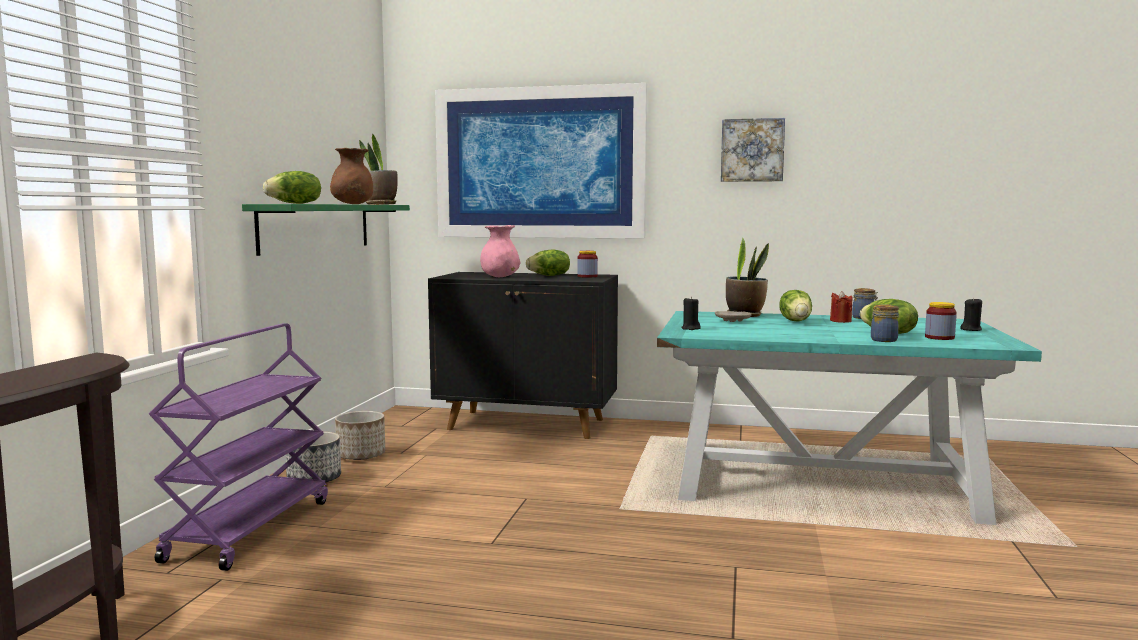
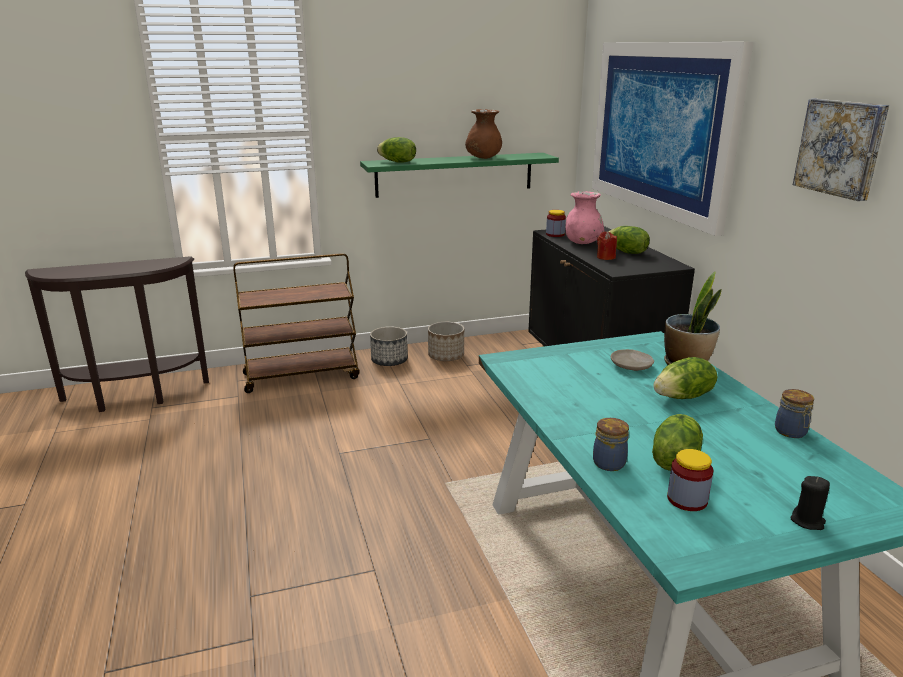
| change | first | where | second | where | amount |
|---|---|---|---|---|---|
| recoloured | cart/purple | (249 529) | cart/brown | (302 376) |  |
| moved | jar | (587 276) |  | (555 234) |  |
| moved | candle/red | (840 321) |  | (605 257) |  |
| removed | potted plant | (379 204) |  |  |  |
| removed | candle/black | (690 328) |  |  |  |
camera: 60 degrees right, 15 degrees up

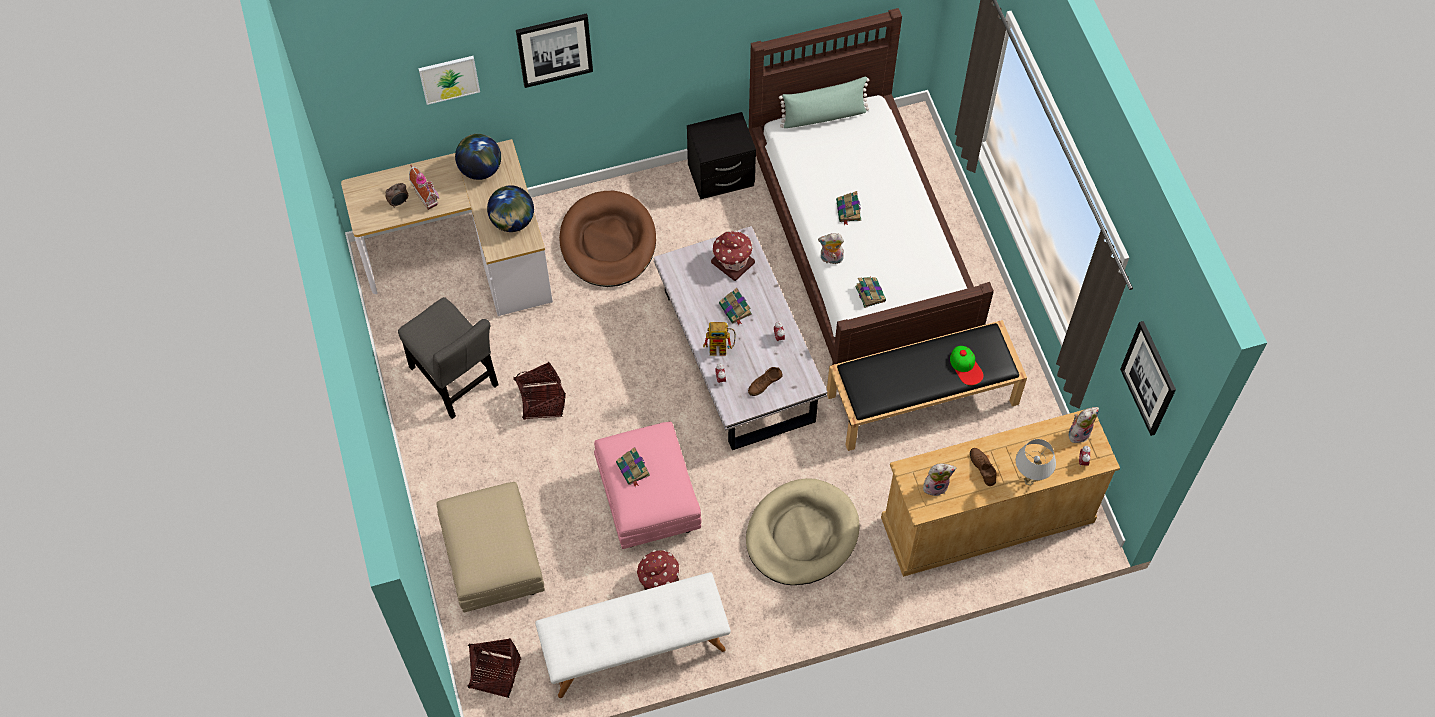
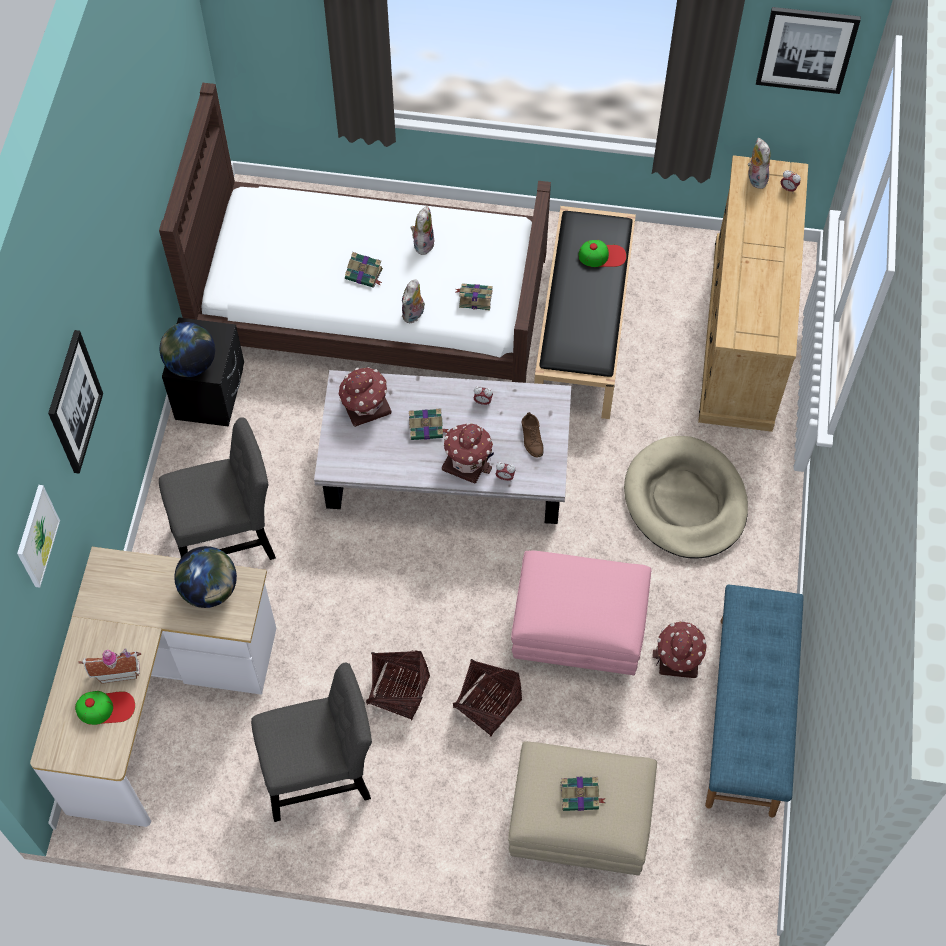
| change | first | where | second | where | amount |
|---|---|---|---|---|---|
| replaced | alarm clock | (399 202) | cap | (106 708) |  |
| replaced | dog bed/brown | (608 242) | chair/grey | (229 540) |  |
| moved | globe | (480 169) |  | (191 364) |  |
| moved | plush toy | (936 485) |  | (422 243) |  |
| replaced | toy robot | (722 348) | toy house | (467 460) |  |
| moved | basket | (494 673) |  | (486 704) |  |
| moved | book | (633 469) |  | (580 795) |  |
| recoloured | bench/white | (635 649) | bench/blue | (748 715) |  |
| removed | pillow/green | (824 116) |  |  |  |
| removed | shoe/brown | (982 467) |  |  |  |
| removed | table lamp/white | (1029 481) |  |  |  |
camera: 65 degrees left, 0 degrees up

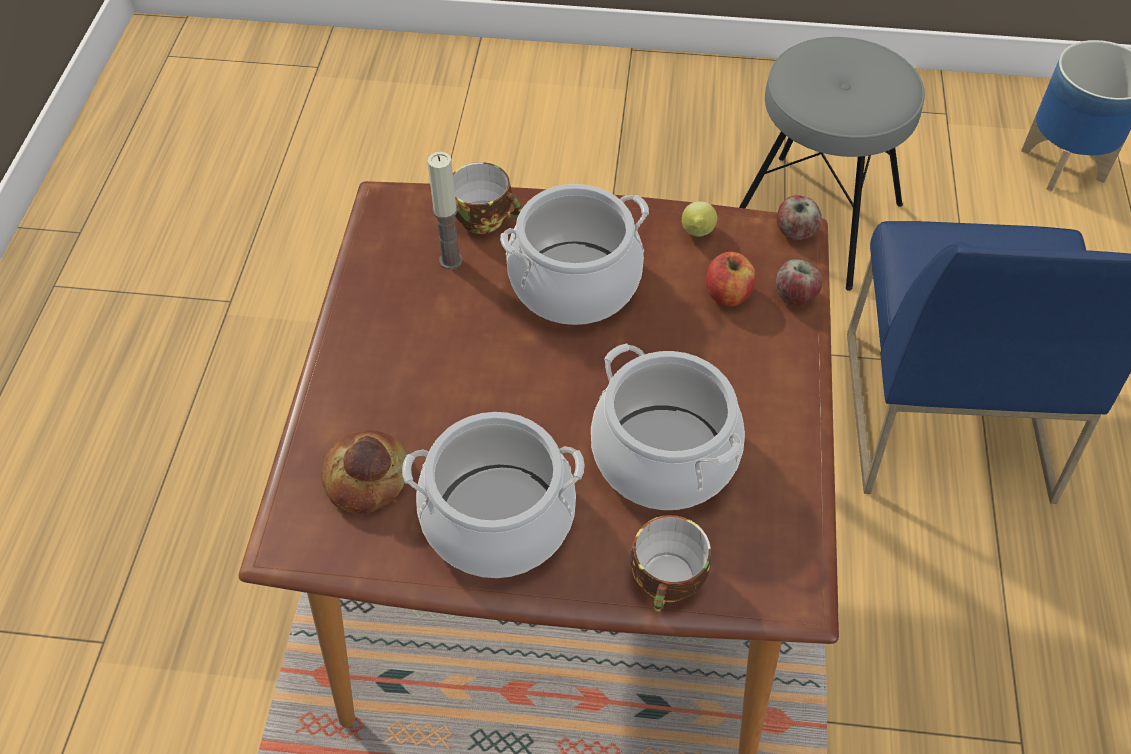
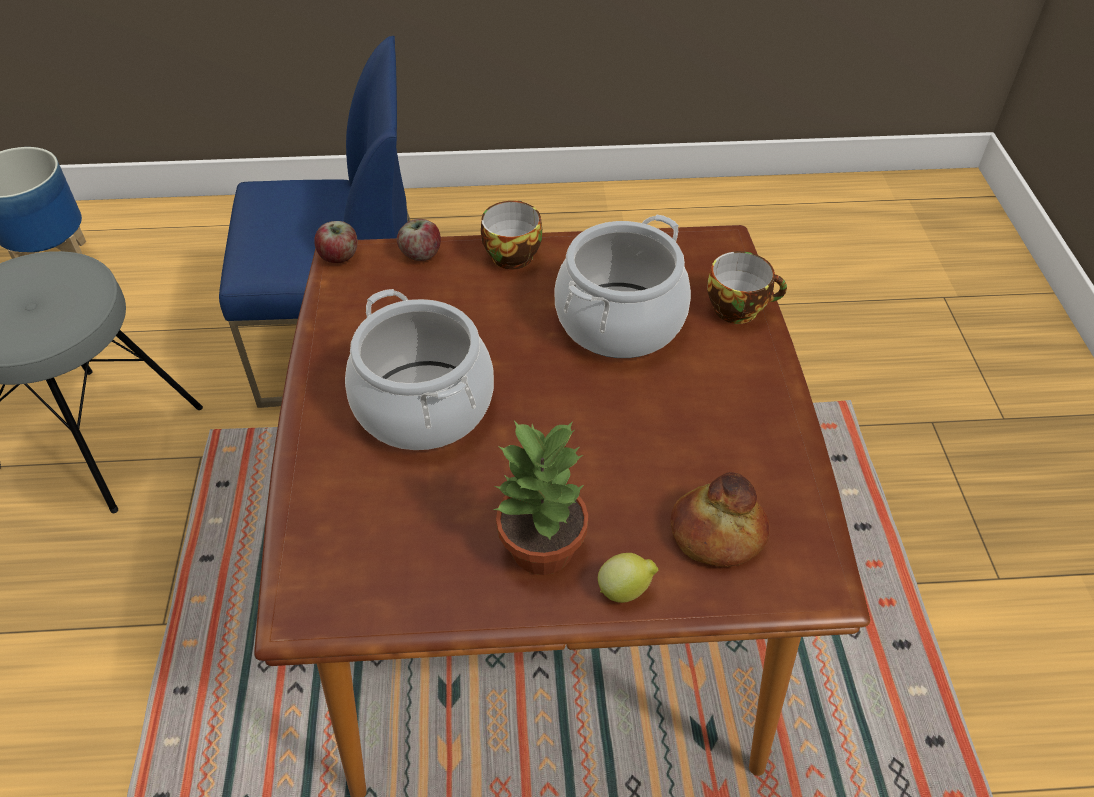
| change | first | where | second | where | amount |
|---|---|---|---|---|---|
| moved | cup | (485 218) |  | (511 254) |  |
| added |  |  | potted plant | (543 549) |  |
| moved | lemon | (697 234) |  | (625 590) |  |
| removed | cooking pot | (498 520) |  |  |  |
| removed | candle | (450 260) |  |  |  |
| removed | apple | (728 294) |  |  |  |
camera: 100 degrees left, 5 degrees down

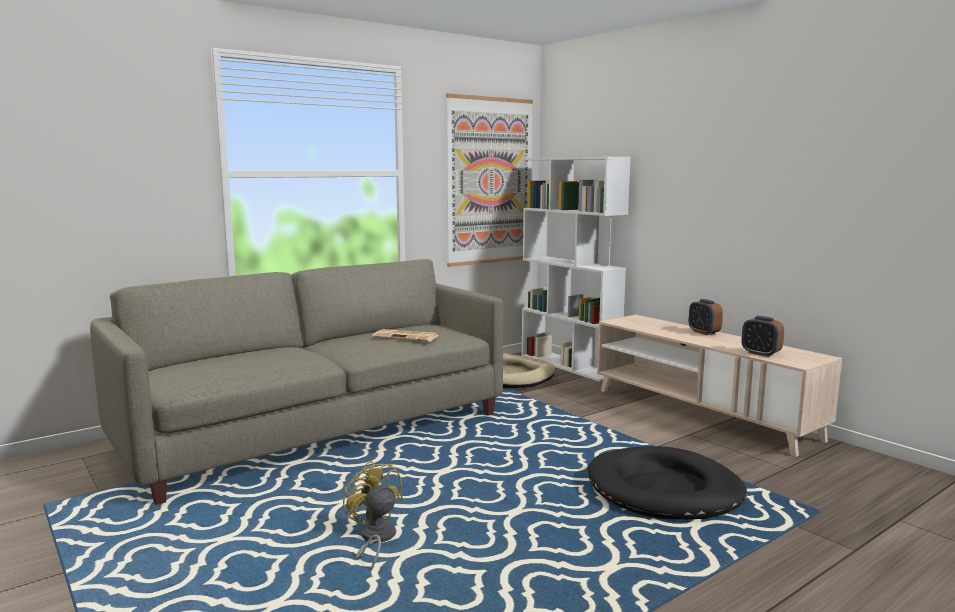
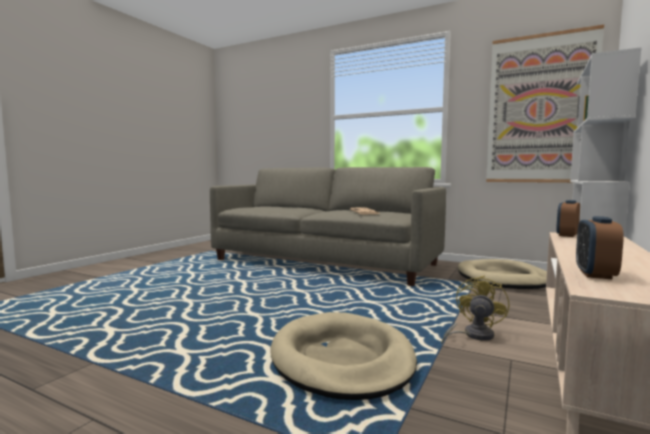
| change | first | where | second | where | amount |
|---|---|---|---|---|---|
| recoloured | dog bed/black | (664 490) | dog bed/beige | (341 359) |  |
| moved | fan/yellow | (374 539) |  | (473 335) |  |
| moved | alarm clock | (704 332) |  | (567 235) |  |
camera: 65 degrees right, 5 degrees down

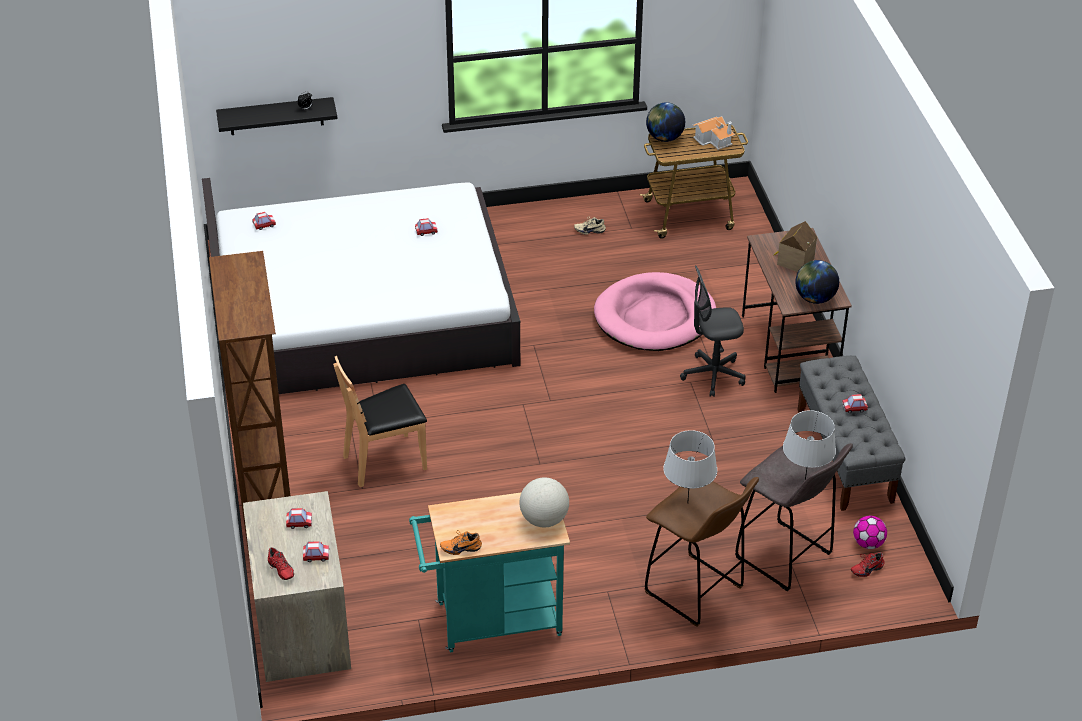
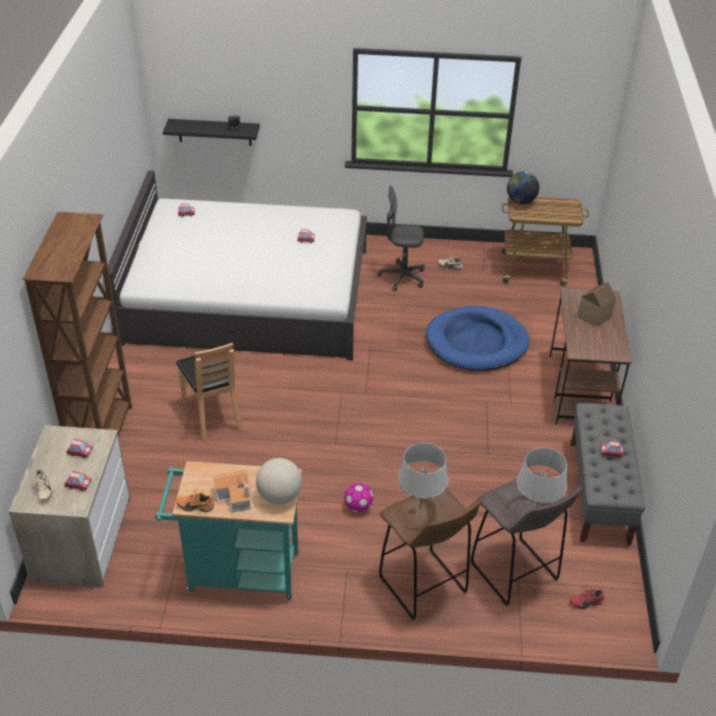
| change | first | where | second | where | amount |
|---|---|---|---|---|---|
| recoloured | shoe/red | (280 570) | shoe/beige | (42 491) |  |
| turned | chair/brown | (385 461) |  | (213 415) | 105 degrees counterclockwise |
| moved | toy house | (714 139) |  | (236 496) |  |
| moved | football | (868 543) |  | (358 507) |  |
| moved | office chair/grey | (713 375) |  | (402 277) |  |
| recoloured | dog bed/pink | (655 317) | dog bed/blue | (476 343) |  |
| removed | globe | (814 298) |  |  |  |
camera: 15 degrees right, 0 degrees up

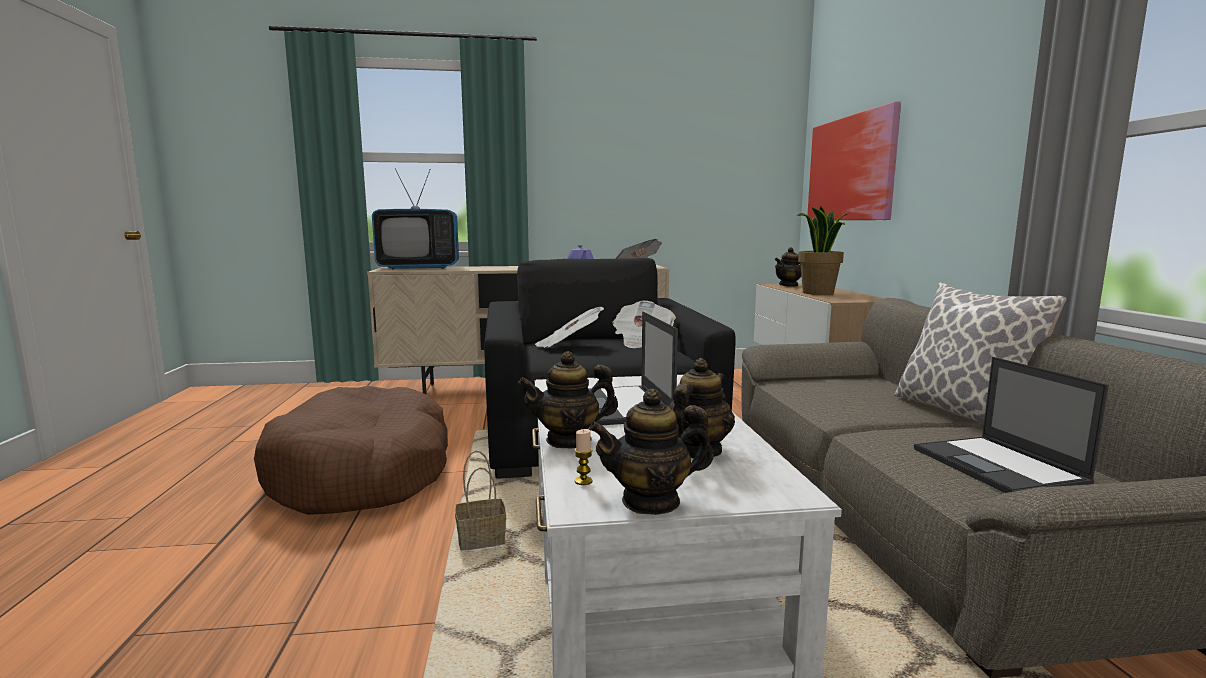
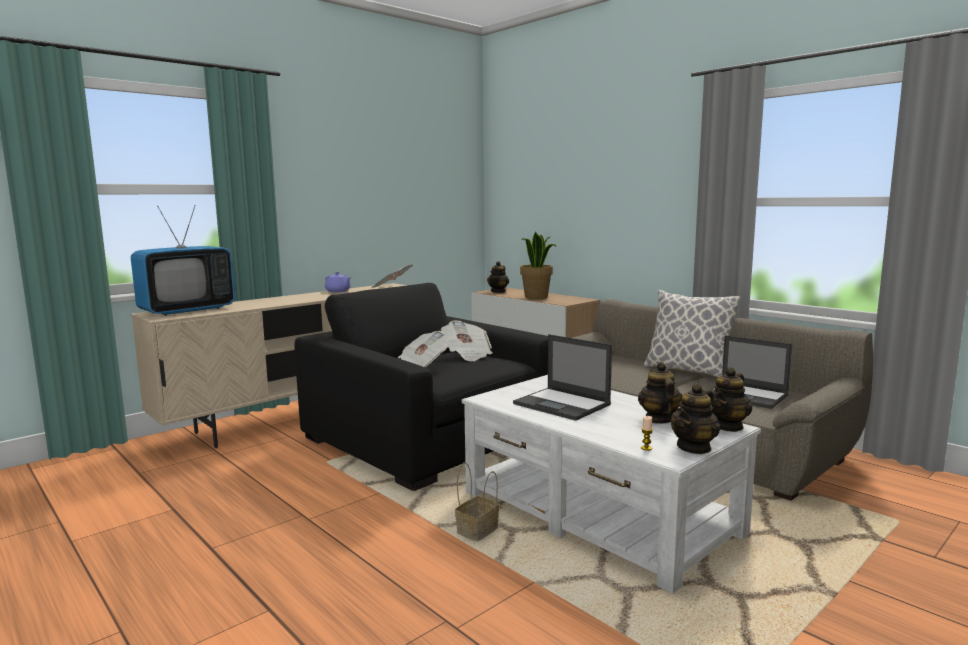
| change | first | where | second | where | amount |
|---|---|---|---|---|---|
| moved | teapot | (569 440) |  | (727 426) |  |
| removed | dog bed/brown | (363 473) |  |  |  |
| removed | picture | (851 169) |  |  |  |
camera: 35 degrees left, 0 degrees up

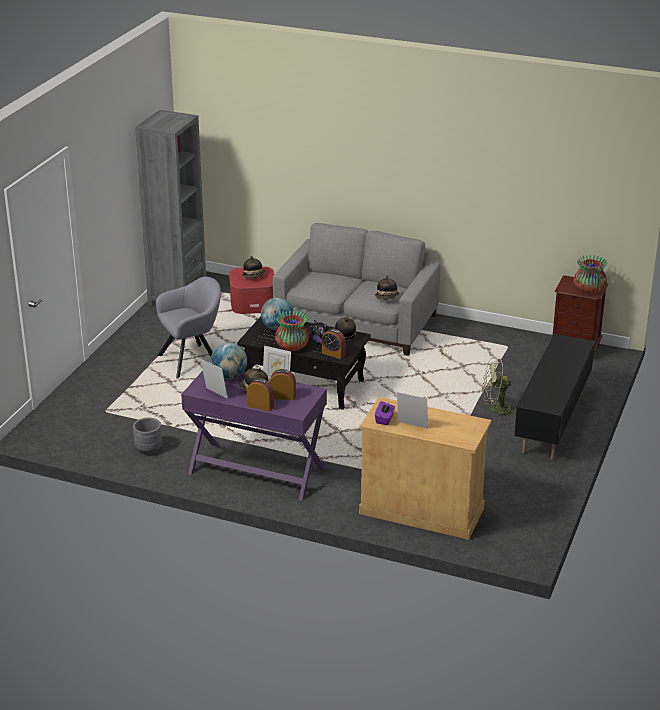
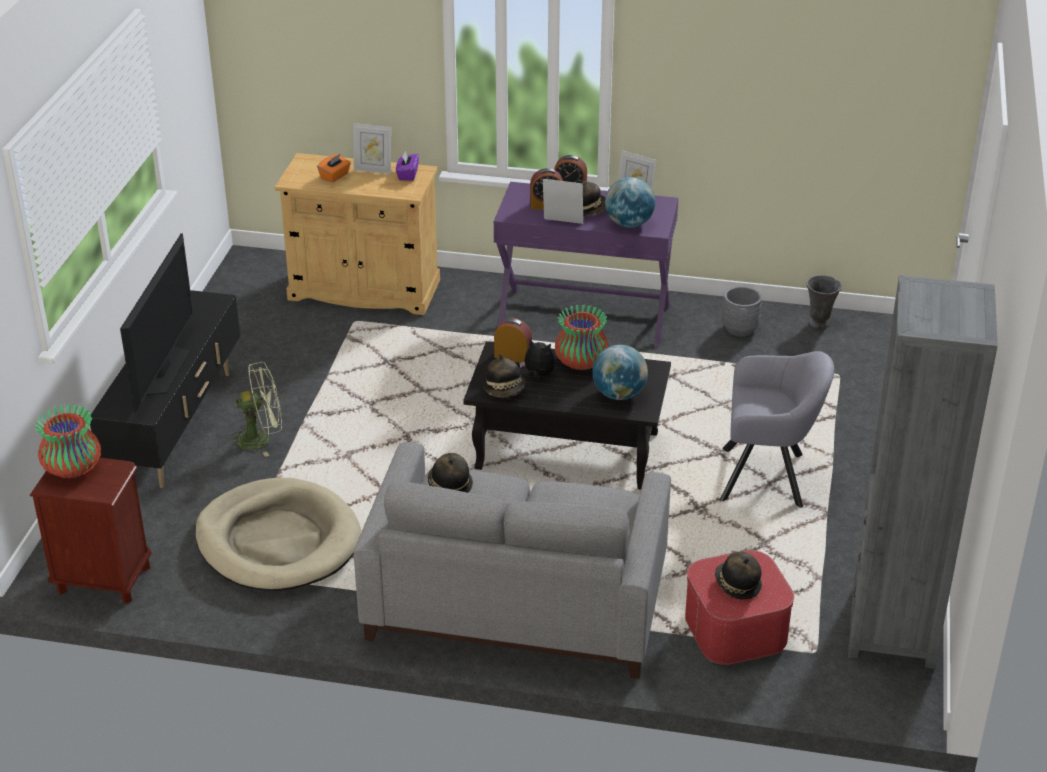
| change | first | where | second | where | amount |
|---|---|---|---|---|---|
| added |  |  | television | (163 370) |  |
| added |  |  | dog bed/beige | (278 541) |  |
| added |  |  | tissue box/orange | (335 176) |  |
| turned | armchair/grey | (193 360) |  | (768 478) | 135 degrees counterclockwise |
| added |  |  | vase/grey | (819 324) |  |
camera: 170 degrees right, 5 degrees up

